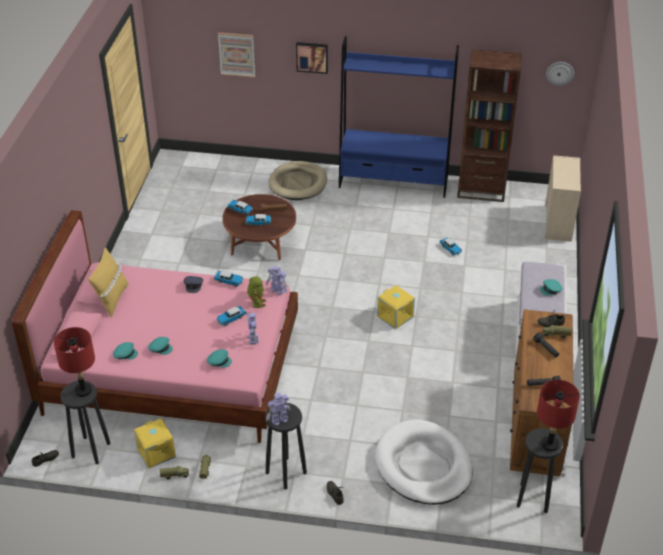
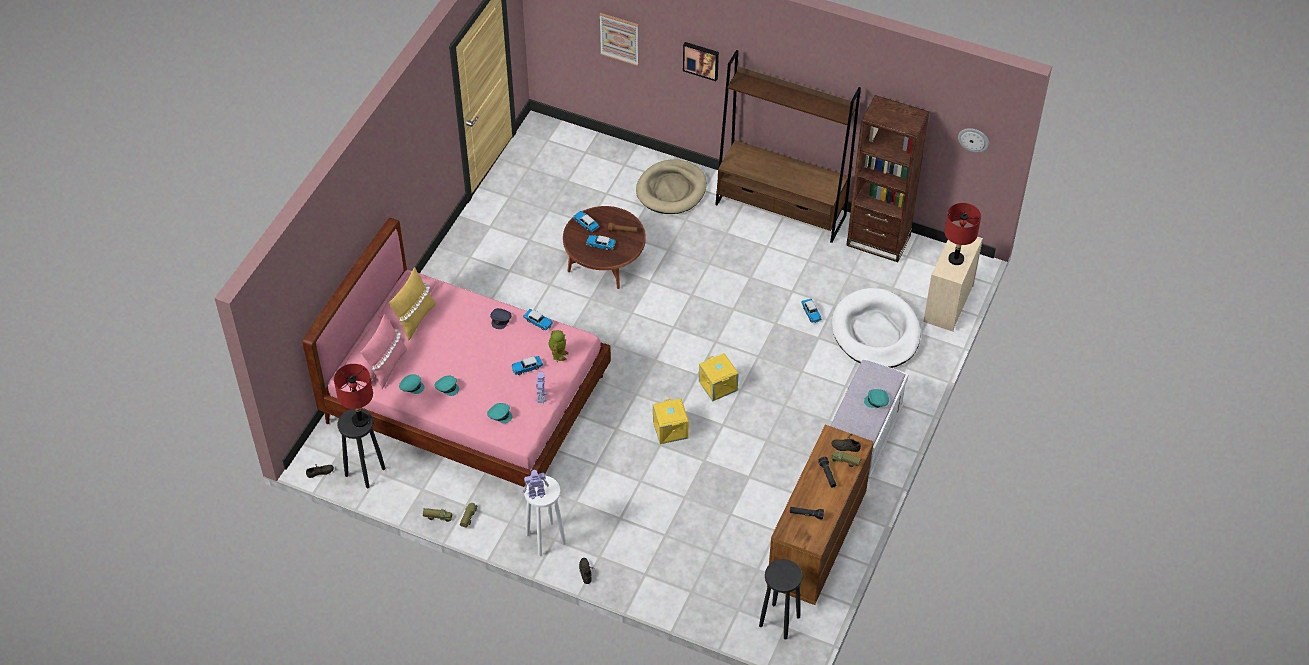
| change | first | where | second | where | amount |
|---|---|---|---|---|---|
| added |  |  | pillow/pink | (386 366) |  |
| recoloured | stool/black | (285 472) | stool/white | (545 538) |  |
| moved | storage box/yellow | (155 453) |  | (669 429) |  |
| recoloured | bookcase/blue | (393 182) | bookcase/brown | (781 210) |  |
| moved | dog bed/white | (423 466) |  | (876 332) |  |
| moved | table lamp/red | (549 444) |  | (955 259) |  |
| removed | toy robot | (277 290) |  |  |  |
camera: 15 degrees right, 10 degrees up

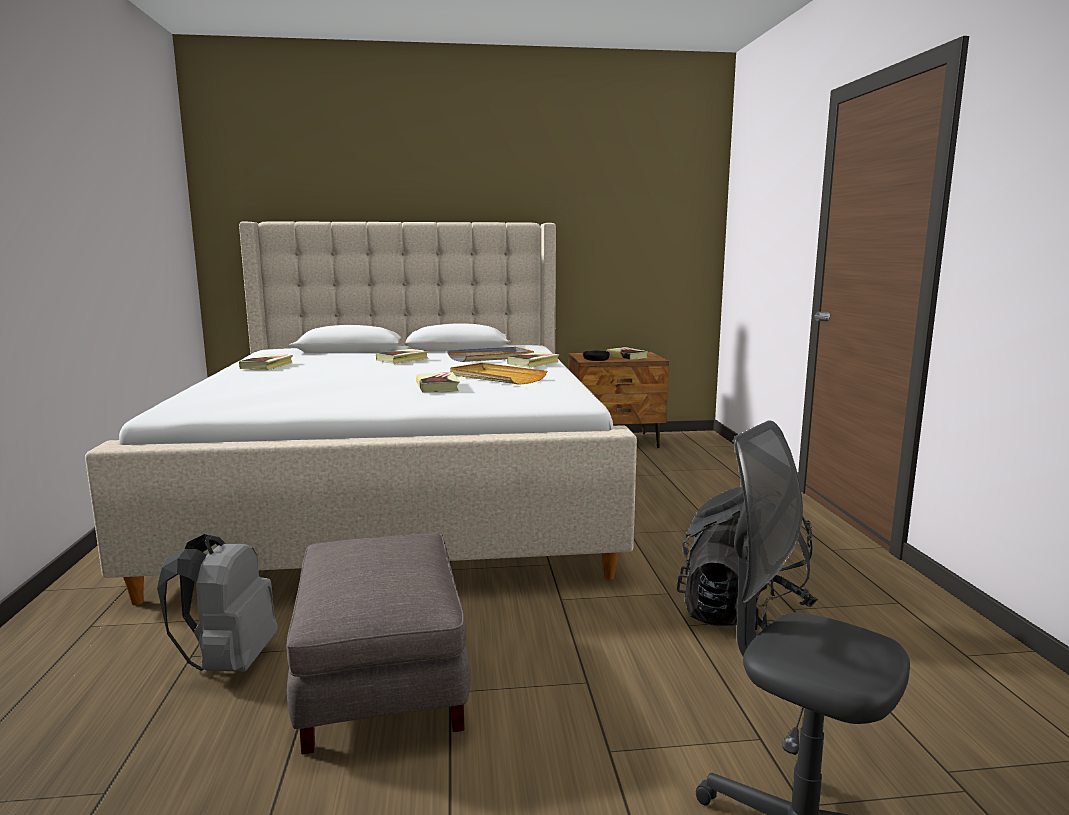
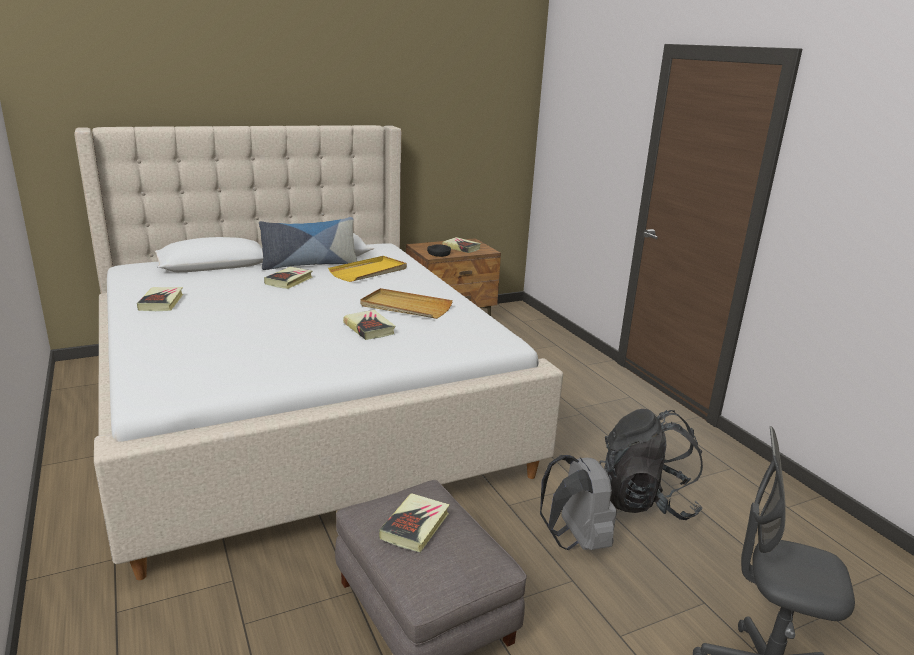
| change | first | where | second | where | amount |
|---|---|---|---|---|---|
| added |  |  | pillow | (309 264) |  |
| recoloured | tray/grey | (491 358) | tray/yellow | (369 272) |  |
| moved | book | (533 363) |  | (415 526) |  |
| moved | backpack/grey | (229 662) |  | (575 540) |  |
camera: 20 degrees left, 10 degrees up

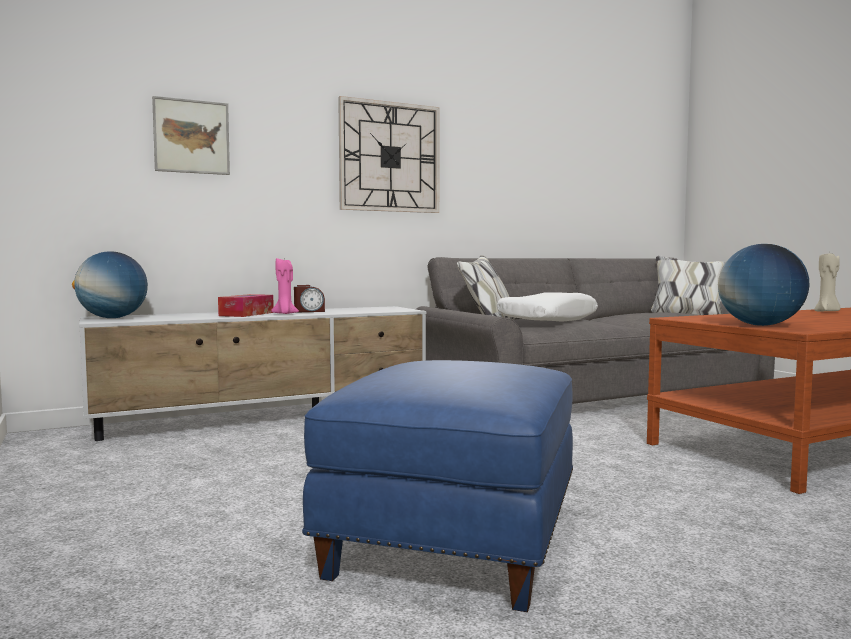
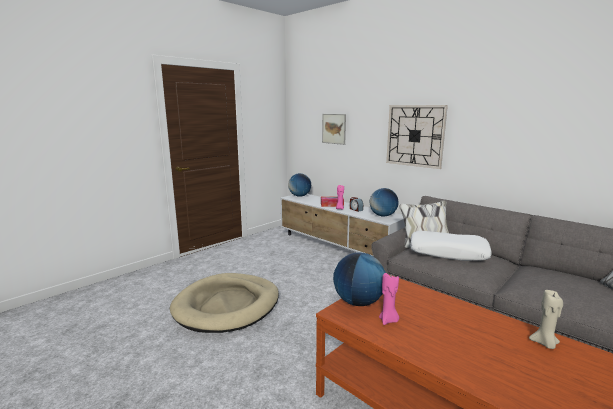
| change | first | where | second | where | amount |
|---|---|---|---|---|---|
| replaced | ottoman/blue | (453 537) | dog bed/beige | (227 305) |  |
| added |  |  | globe | (383 215) |  |
| added |  |  | candle/pink | (388 320) |  |
camera: 70 degrees right, 10 degrees up

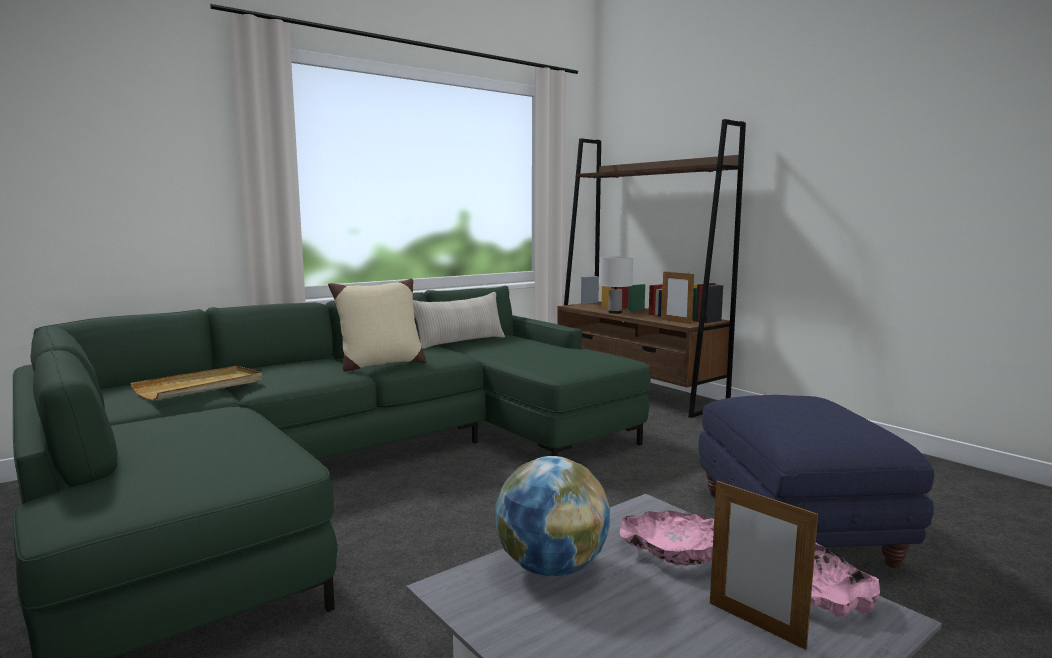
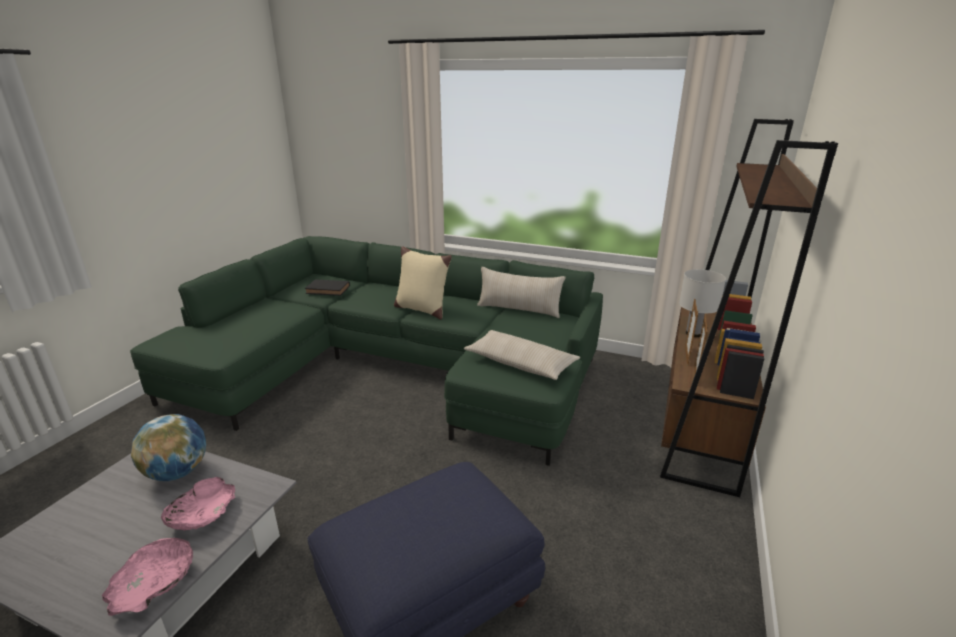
| change | first | where | second | where | amount |
|---|---|---|---|---|---|
| replaced | tray/beige | (200 387) | book/black | (329 290) |  |
| added |  |  | pillow/beige | (520 363) |  |
| moved | picture frame | (755 624) |  | (686 356) |  |
camera: 60 degrees right, 15 degrees up

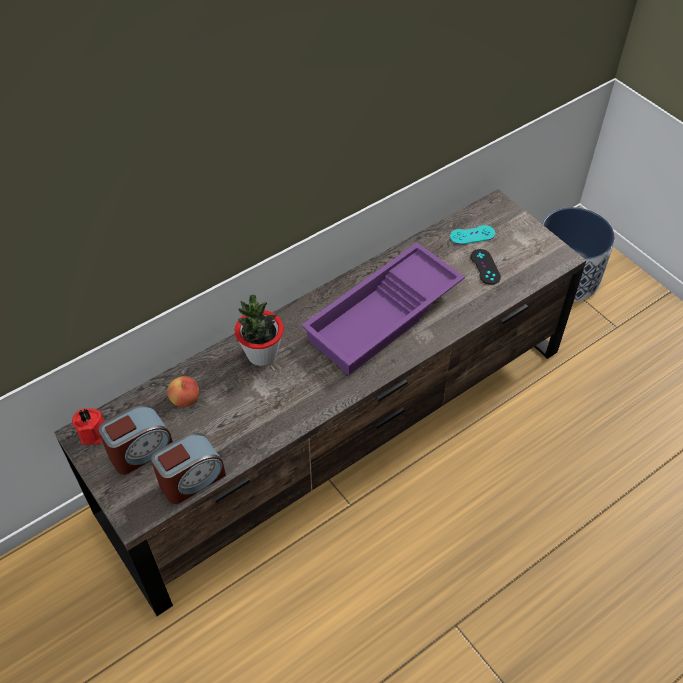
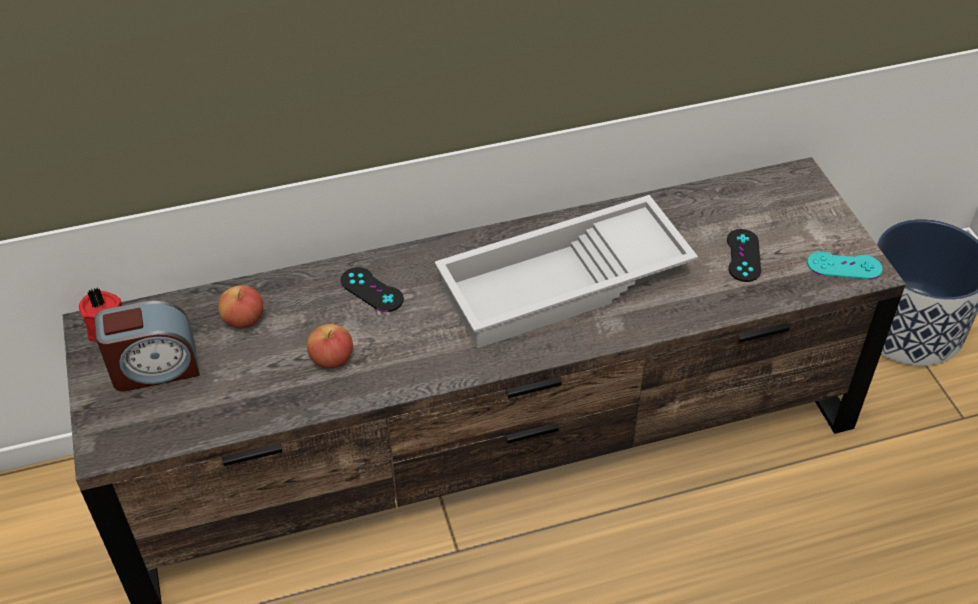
| change | first | where | second | where | amount |
|---|---|---|---|---|---|
| added |  |  | apple | (332 359) |  |
| replaced | potted plant | (261 354) | game controller/black | (372 290) |  |
| recoloured | tray/purple | (384 317) | tray/white | (564 285) |  |
| moved | game controller/turquoise | (472 235) |  | (844 266) |  |
| removed | alarm clock | (191 479) |  |  |  |
camera: 20 degrees right, 5 degrees down

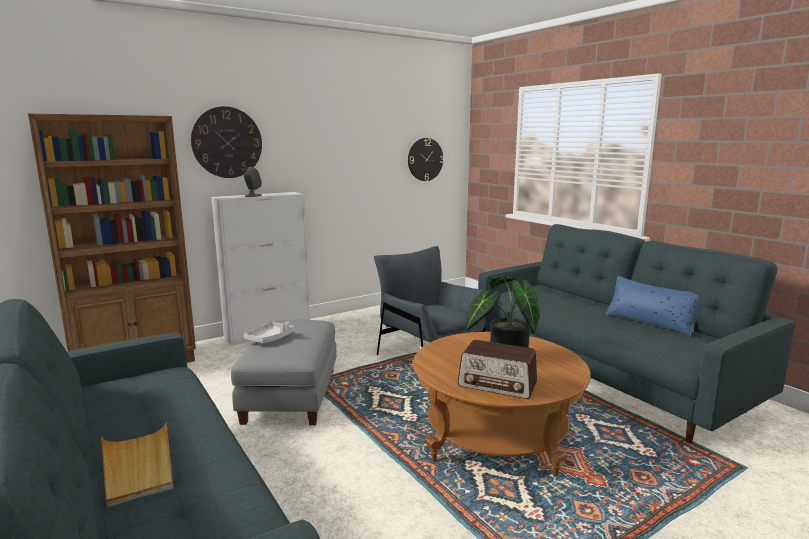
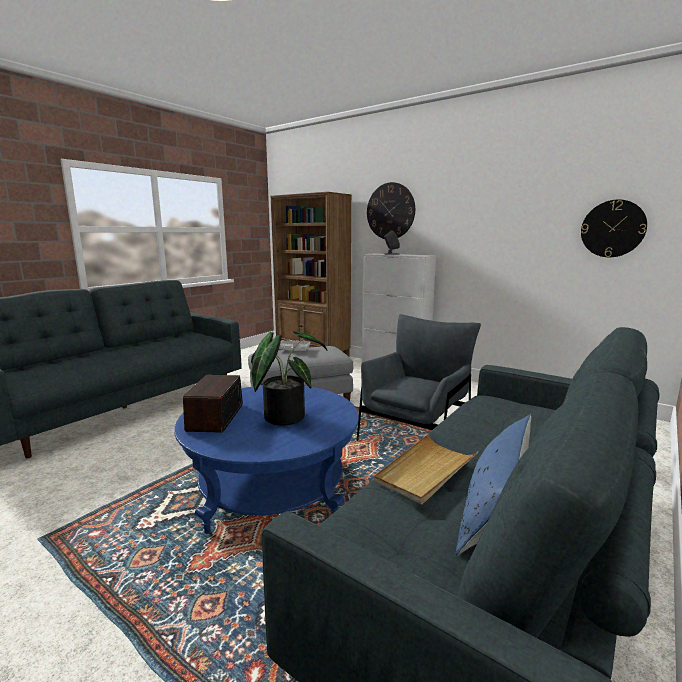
| change | first | where | second | where | amount |
|---|---|---|---|---|---|
| recoloured | coffee table/brown | (496 436) | coffee table/blue | (272 490) |  |
| moved | tray/beige | (138 466) |  | (426 471) |  |
camera: 70 degrees right, 0 degrees up

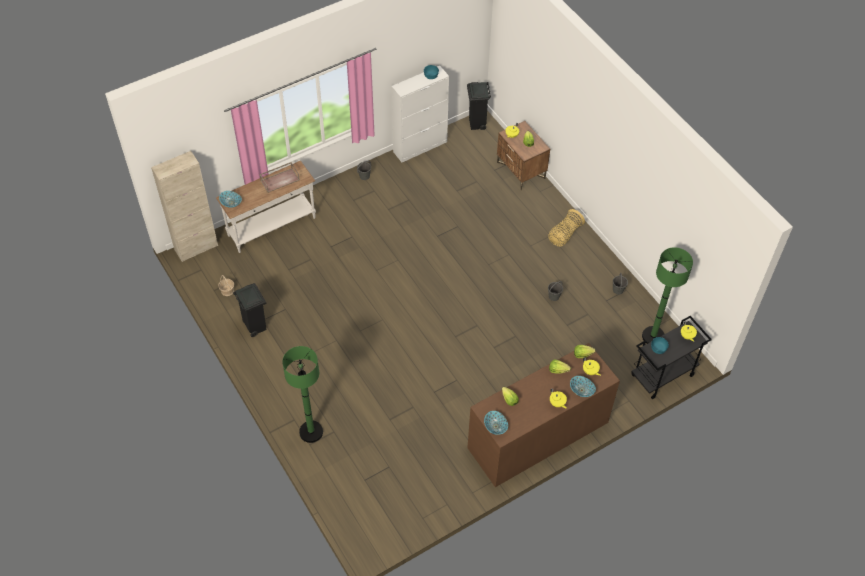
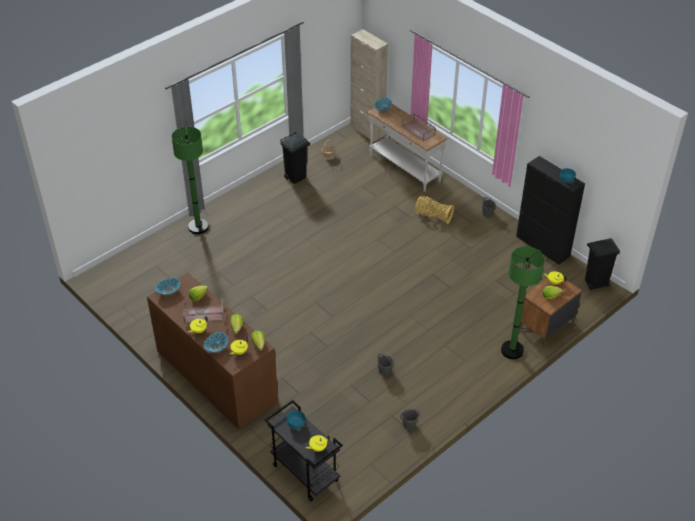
| change | first | where | second | where | amount |
|---|---|---|---|---|---|
| added |  |  | tray/brown | (203 314) |  |
| moved | basket | (564 235) |  | (433 216) |  |
| moved | floor lamp/green | (653 336) |  | (512 350) |  |
| recoloured | cabinet/white | (420 147) | cabinet/black | (543 246) |  |
camera: 80 degrees right, 10 degrees down

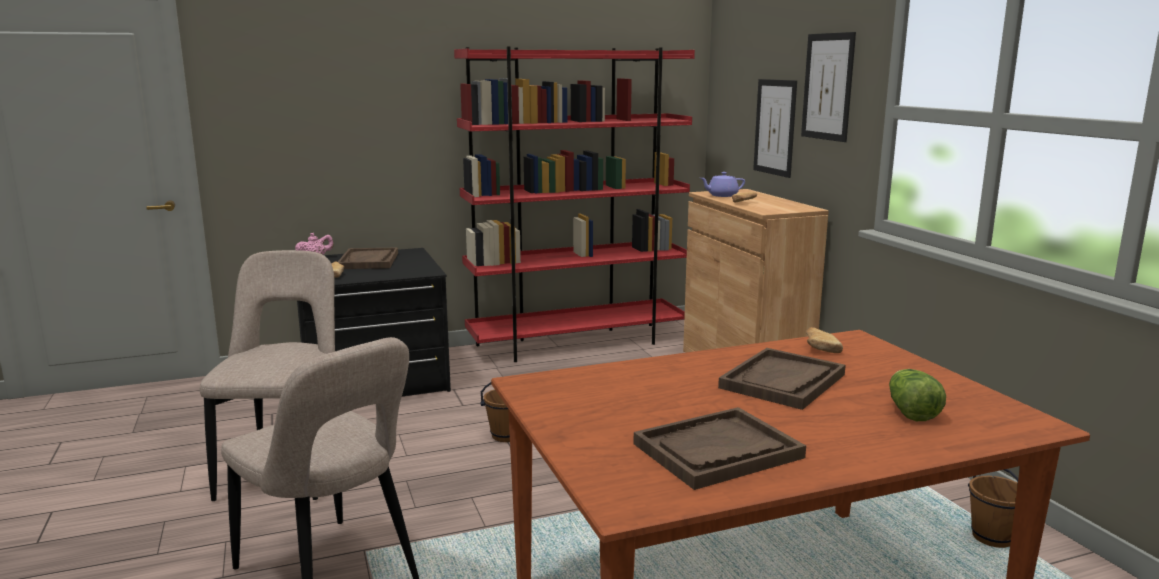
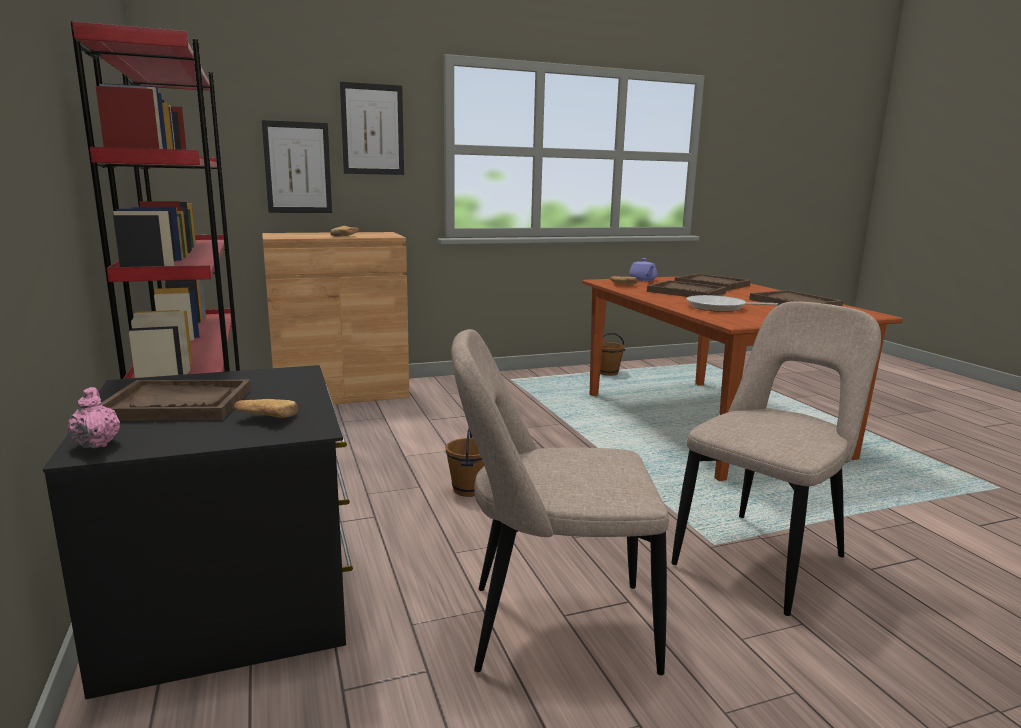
| change | first | where | second | where | amount |
|---|---|---|---|---|---|
| moved | teapot/purple | (722 195) |  | (642 280) |  |
| replaced | lettuce | (910 411) | tray/brown | (712 284) |  |
| added |  |  | frying pan | (719 308) |  |
camera: 90 degrees left, 0 degrees up

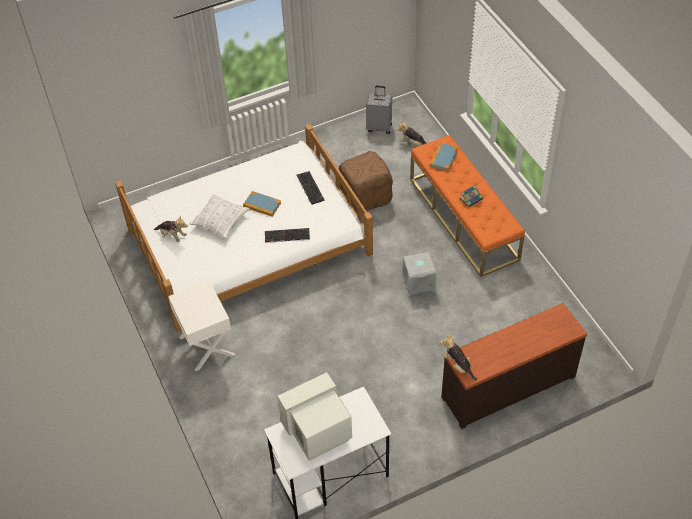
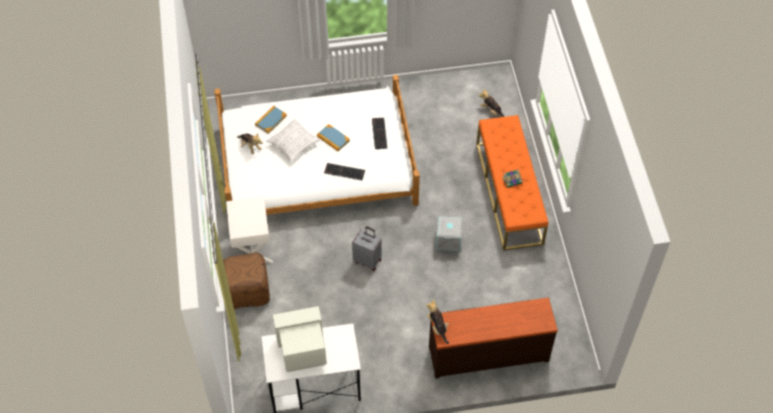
| change | first | where | second | where | amount |
|---|---|---|---|---|---|
| moved | ottoman/brown | (365 196) |  | (248 290) |  |
| moved | book | (443 158) |  | (271 120) |  |
| moved | suitcase/grey | (379 127) |  | (368 260) |  |
camera: 15 degrees right, 5 degrees up

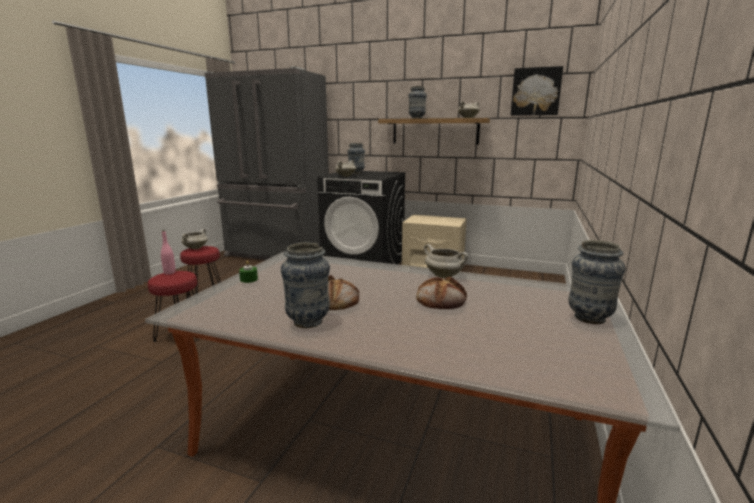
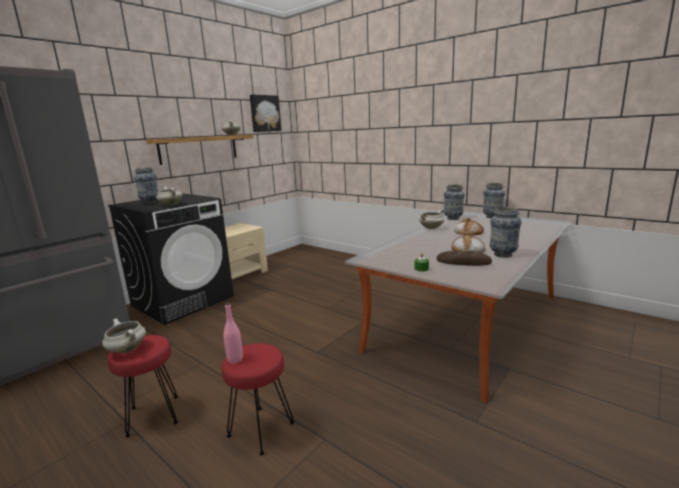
| change | first | where | second | where | amount |
|---|---|---|---|---|---|
| added |  |  | bread | (463 262) |  |
| moved | vase | (416 118) |  | (453 218) |  |
camera: 70 degrees left, 0 degrees up

